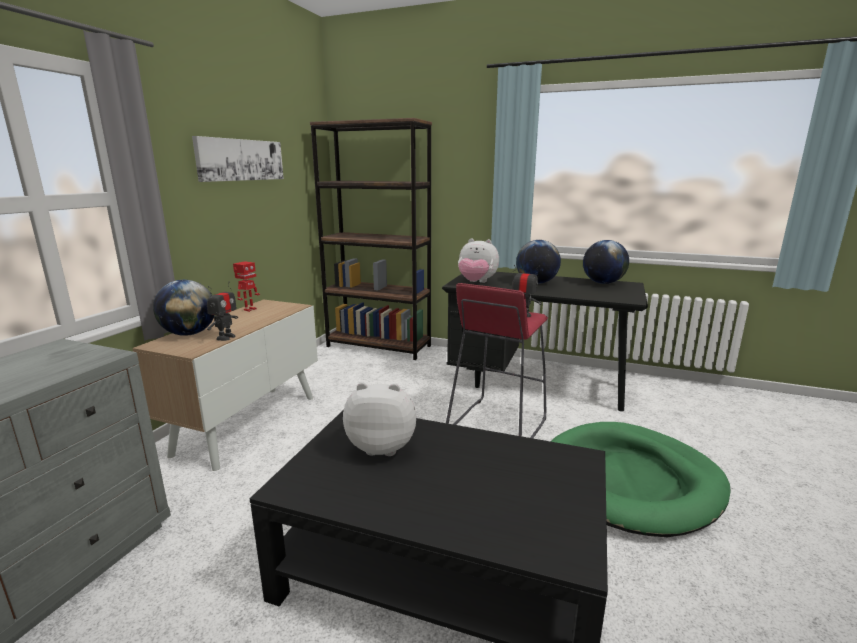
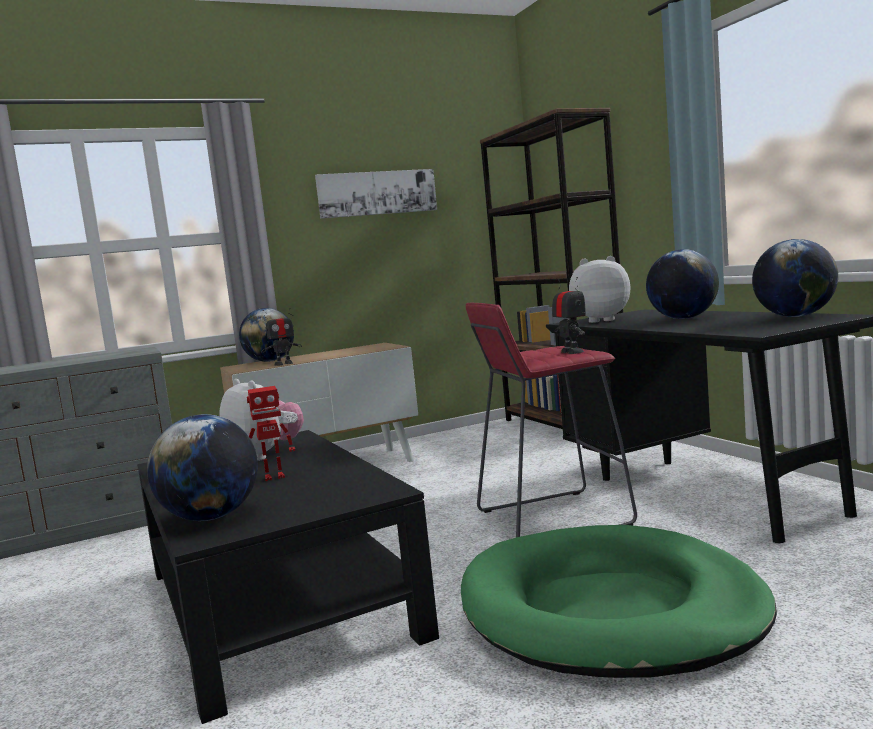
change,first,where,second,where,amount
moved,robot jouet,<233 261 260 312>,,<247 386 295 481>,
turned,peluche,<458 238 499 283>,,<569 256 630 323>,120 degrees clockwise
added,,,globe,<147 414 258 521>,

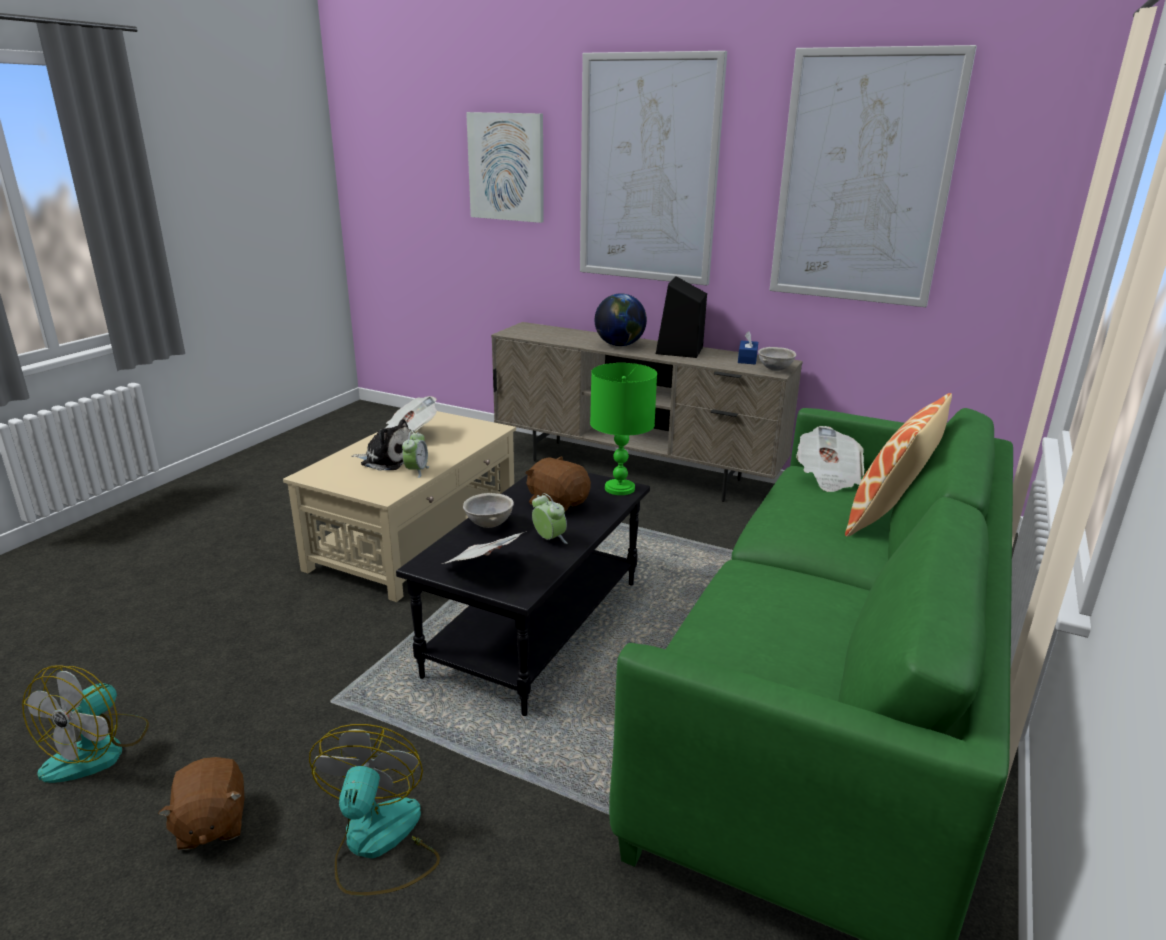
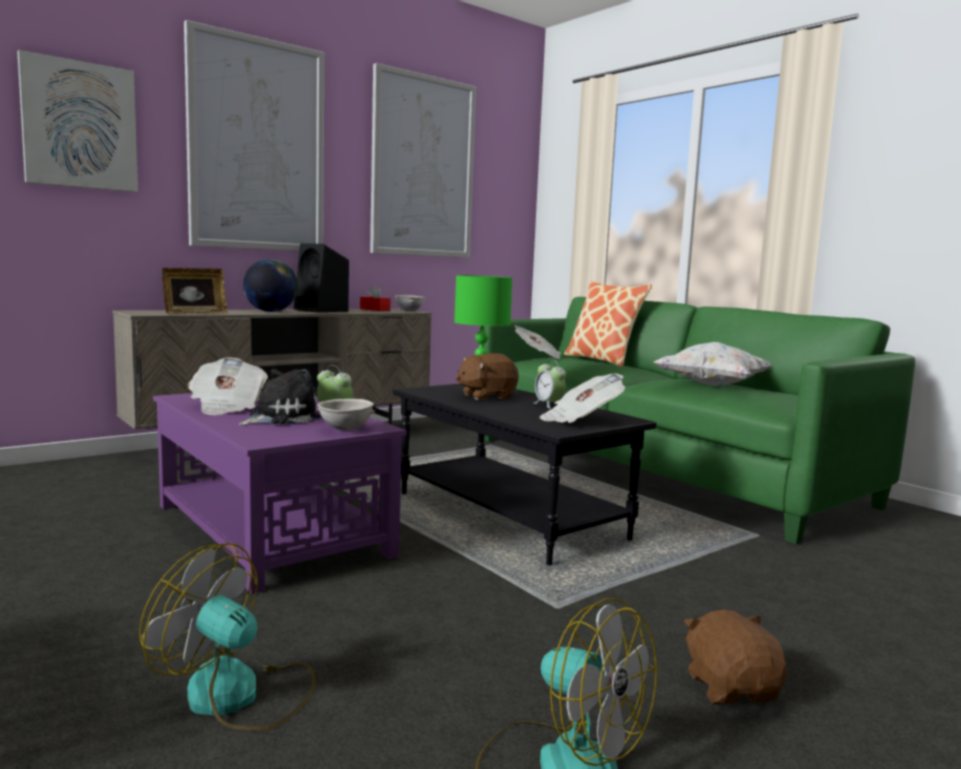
change,first,where,second,where,amount
turned,peluche (marron),<158 757 244 850>,,<684 610 787 705>,105 degrees counterclockwise
recoloured,table basse (beige),<283 411 516 602>,table basse (violet),<153 393 406 594>,
moved,ventilateur,<309 724 440 896>,,<139 543 315 730>,
moved,bol (gris),<463 493 514 528>,,<317 399 375 431>,
turned,réveil,<532 493 568 544>,,<534 360 566 409>,105 degrees counterclockwise
recoloured,boîte à mouchoirs (bleu),<738 331 758 364>,boîte à mouchoirs (rouge),<360 285 390 311>,
added,,,cadre photo,<162 268 228 314>,
added,,,coussin (blanc),<653 342 772 386>,

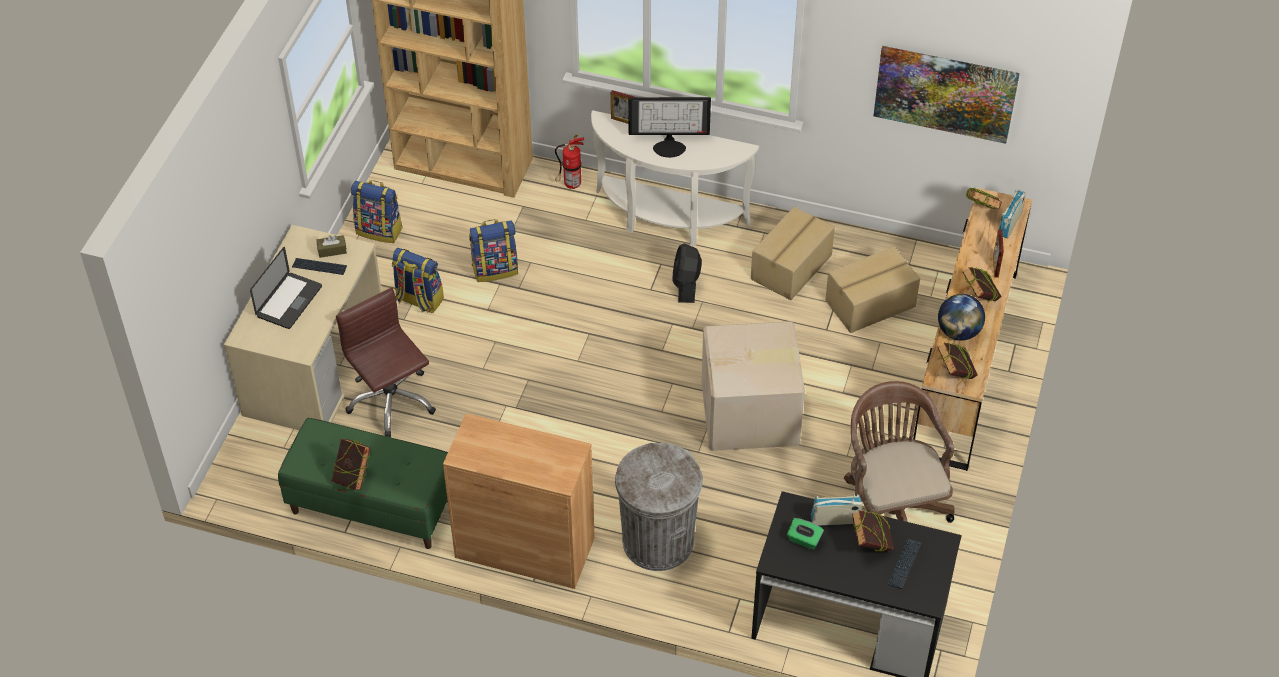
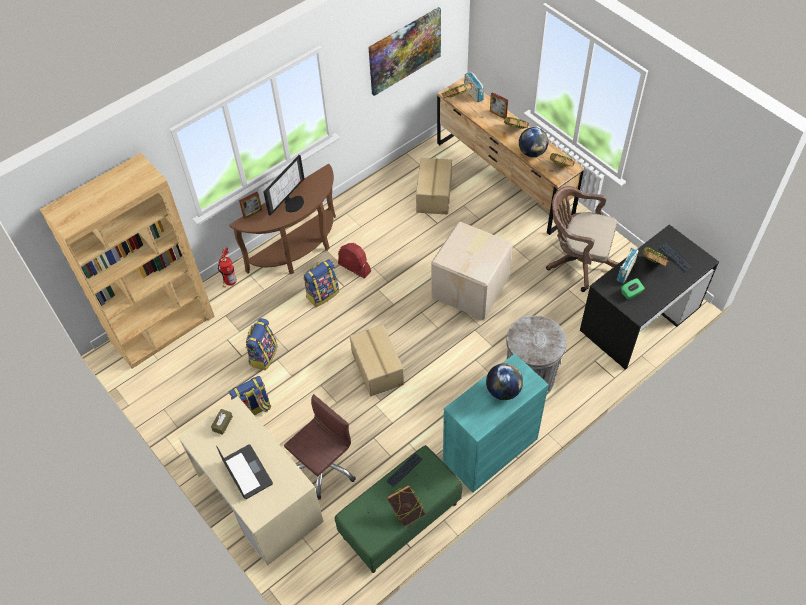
change,first,where,second,where,amount
moved,clavier,<292 258 347 275>,,<387 453 423 487>,
turned,chaise de bureau (marron),<336 288 436 437>,,<284 394 356 500>,135 degrees clockwise
moved,sac à dos,<351 180 403 243>,,<303 259 339 307>,
recoloured,meuble de rangement (marron),<443 413 595 589>,meuble de rangement (turquoise),<443 353 549 492>,
recoloured,table console (blanc),<591 110 759 246>,table console (marron),<229 164 336 274>,
recoloured,ventilateur (noir),<673 243 702 303>,ventilateur (rouge),<338 243 371 278>,
moved,carton,<751 206 835 300>,,<350 325 404 396>,
added,,,globe,<486 363 523 400>,

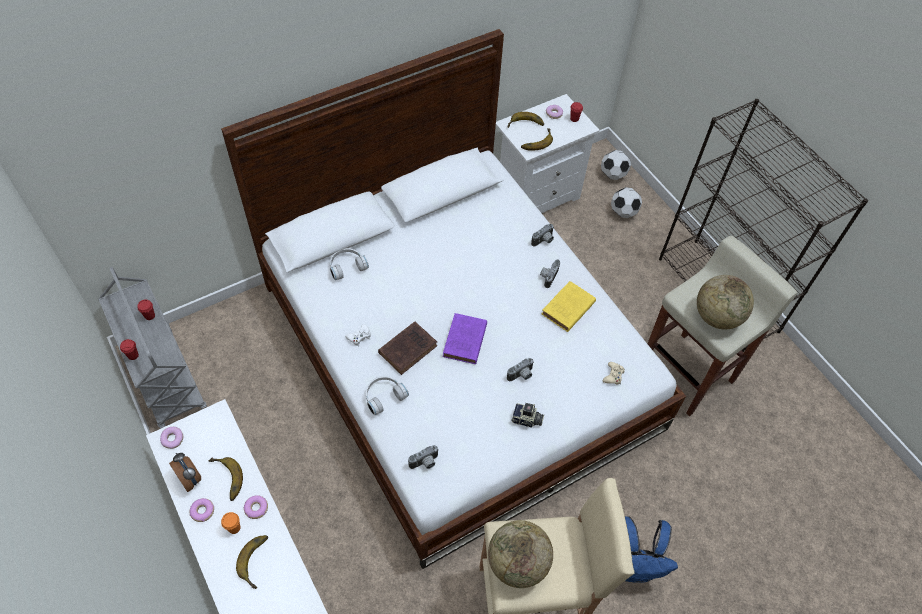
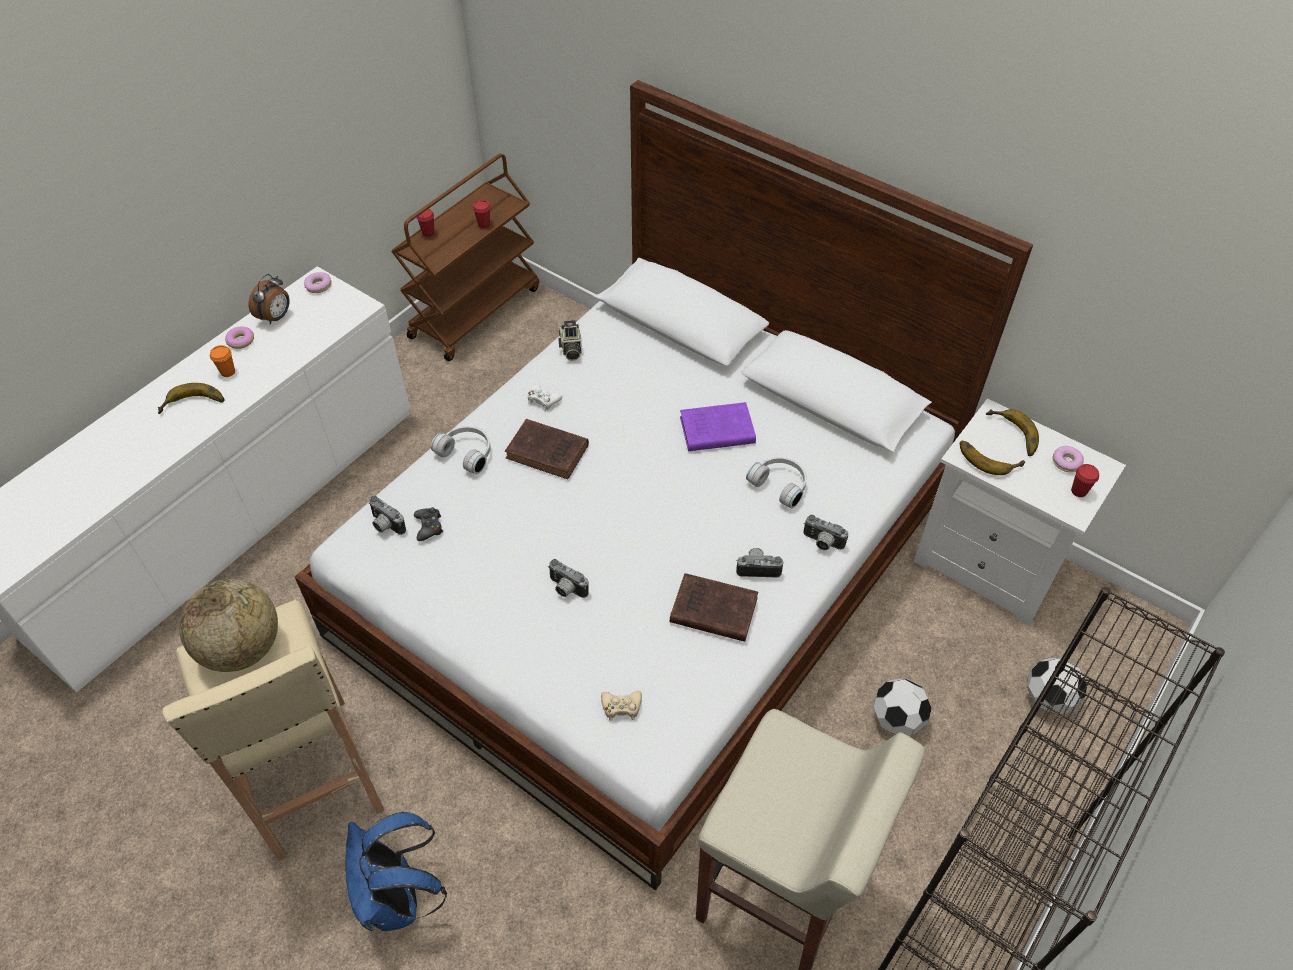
change,first,where,second,where,amount
recoloured,chariot (gris),<98 267 207 429>,chariot (marron),<391 153 539 361>,
removed,banane,<209 457 243 501>,,,
removed,beignet,<244 495 268 519>,,,
moved,casque audio (blanc),<330 248 369 280>,,<746 457 807 508>,
moved,livre (violet),<443 313 487 364>,,<680 402 756 451>,
moved,appareil photo,<512 403 544 428>,,<558 320 582 361>,
recoloured,livre (jaune),<541 281 596 332>,livre (marron),<670 573 758 642>,
moved,ballon de foot,<601 150 631 180>,,<873 678 932 736>,
removed,globe,<697 275 754 329>,,,
added,,,manette (noir),<414 507 443 541>,

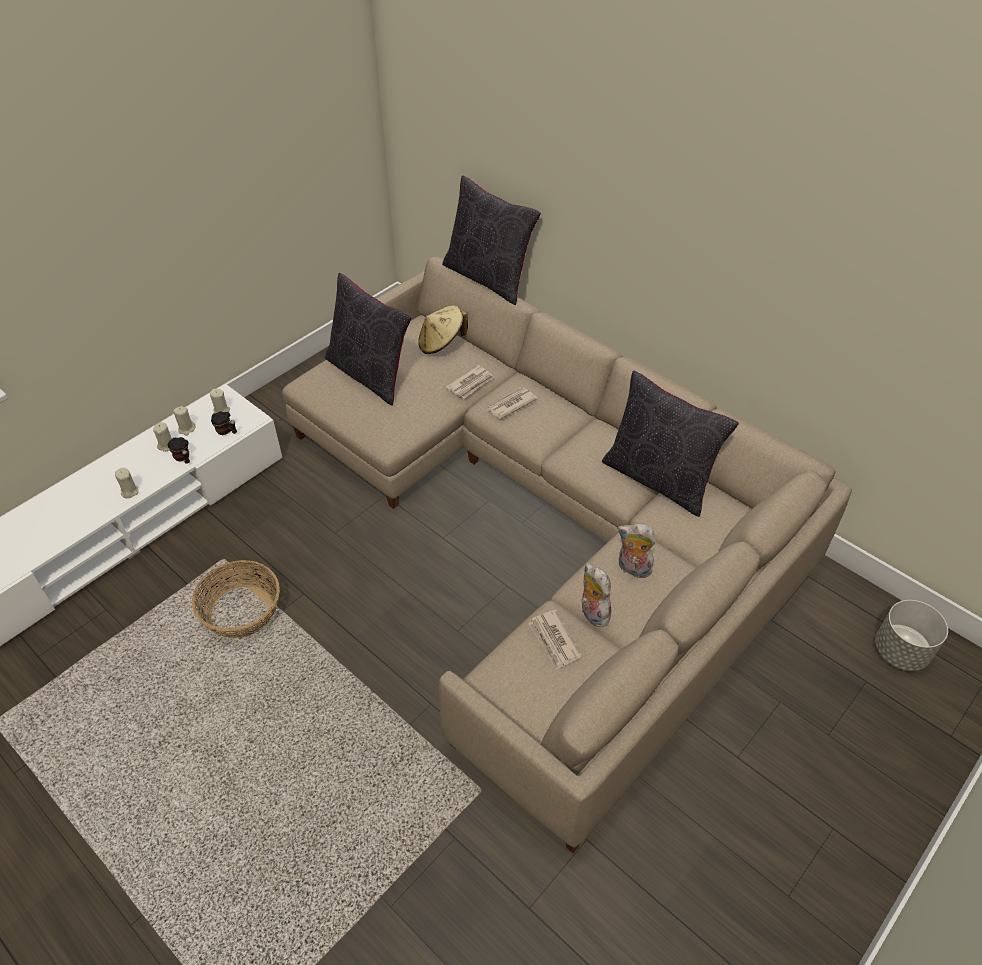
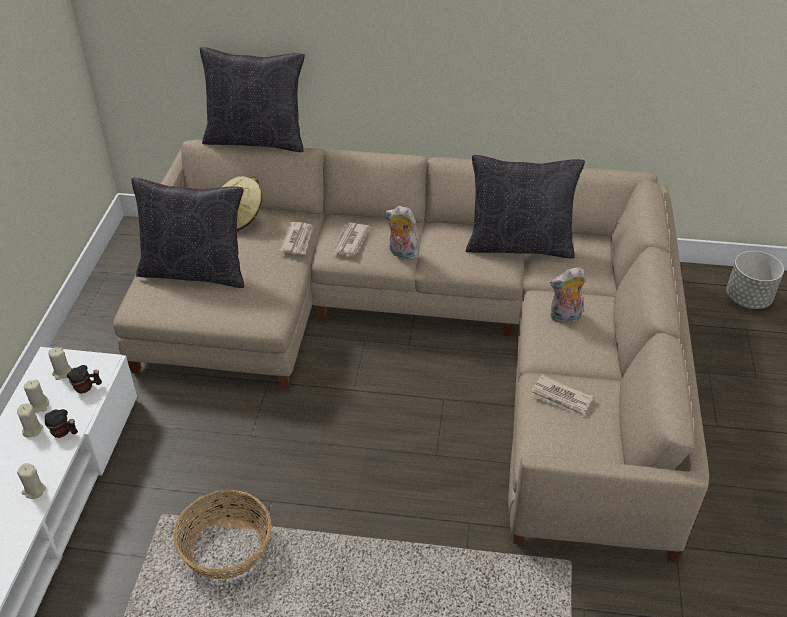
change,first,where,second,where,amount
moved,peluche,<581 563 611 627>,,<385 206 418 260>,

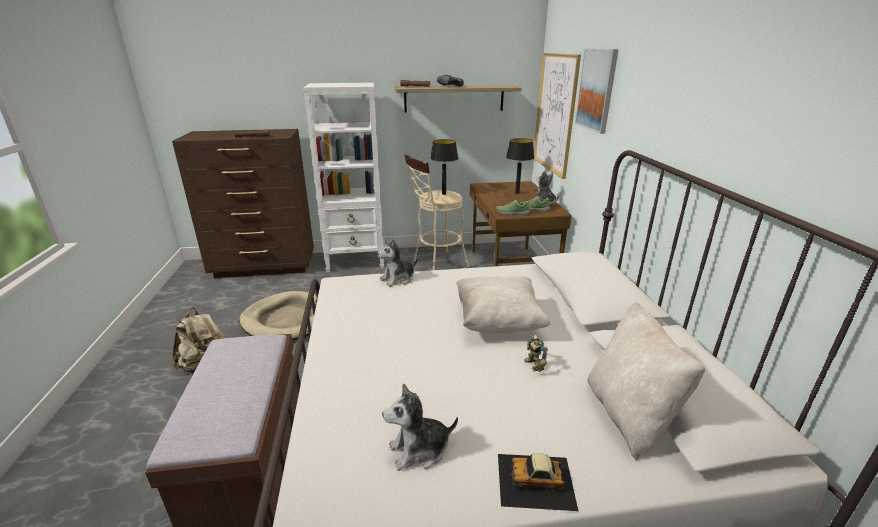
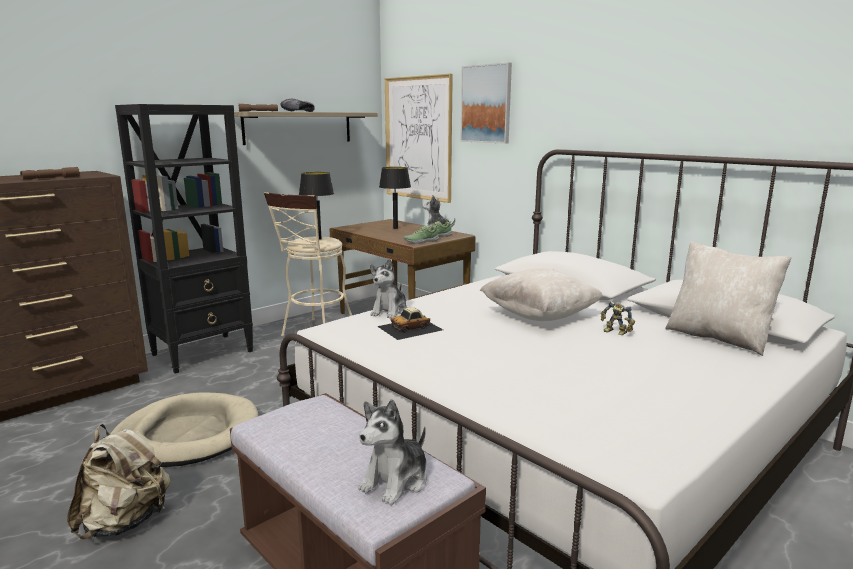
change,first,where,second,where,amount
recoloured,bibliothèque (blanc),<303 83 384 272>,bibliothèque (noir),<115 104 254 374>,
moved,peluche,<382 383 458 471>,,<358 399 427 505>,
moved,petite voiture,<498 453 578 511>,,<377 307 443 340>,

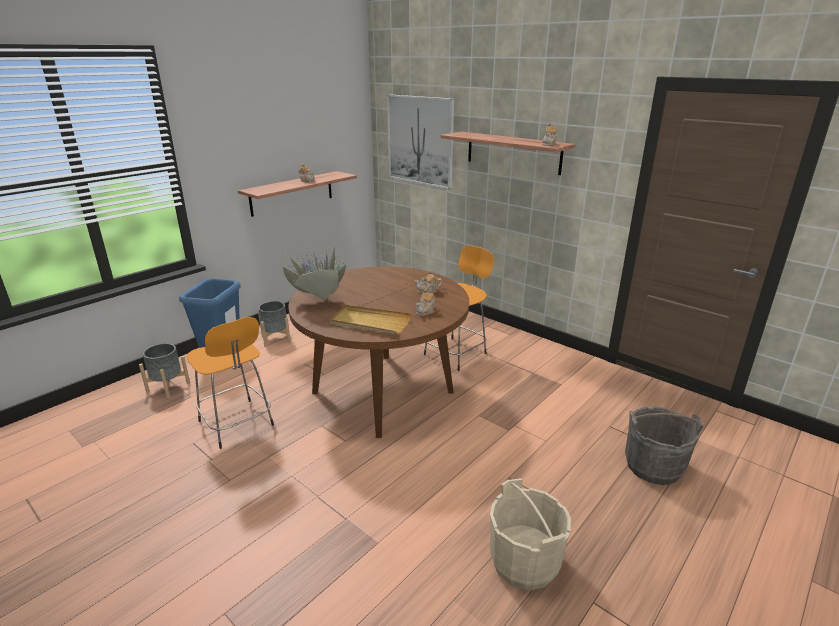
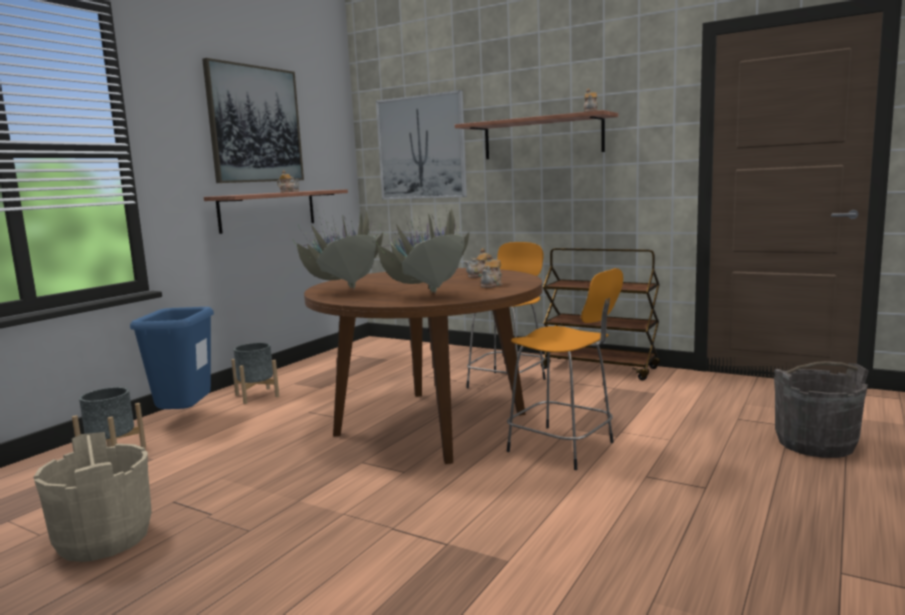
change,first,where,second,where,amount
moved,tabouret (orange),<187 317 274 449>,,<507 268 623 470>,
replaced,plateau (beige),<329 305 412 334>,plante en pot,<376 194 472 293>,
moved,seau (beige),<490 478 571 590>,,<34 432 152 562>,
added,,,tableau,<202 58 304 183>,
added,,,chariot (marron),<541 248 660 380>,

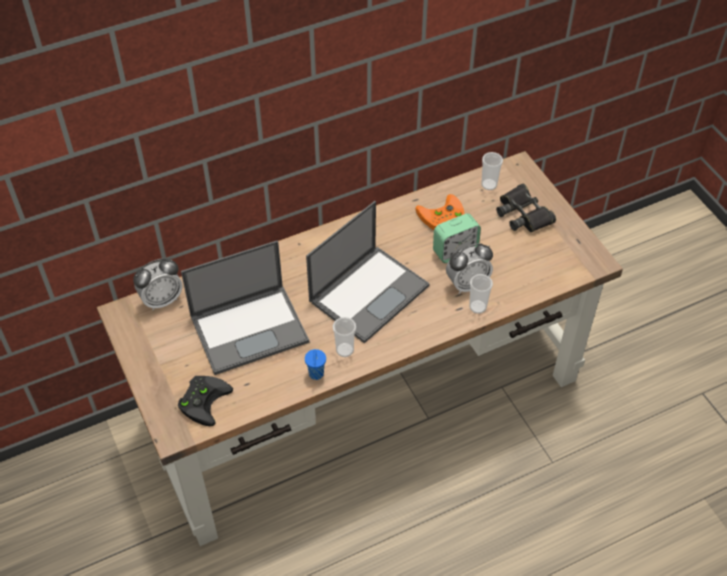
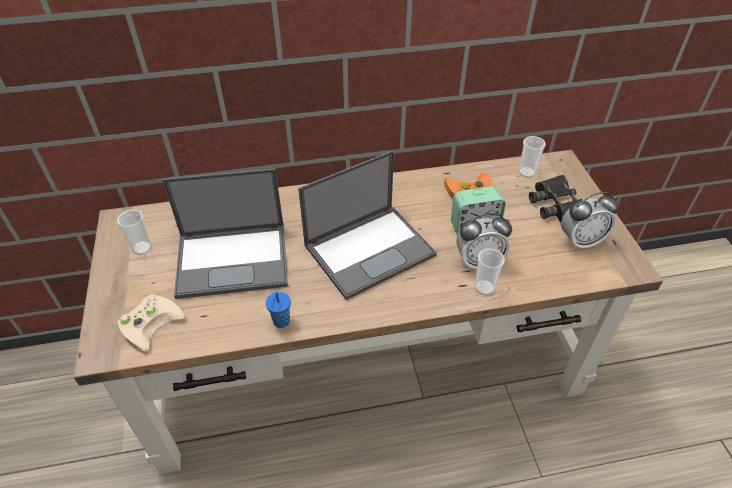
change,first,where,second,where,amount
moved,réveil,<133 259 182 311>,,<561 192 619 250>,
recoloured,manette (noir),<178 376 233 426>,manette (beige),<117 294 186 353>,
moved,tasse,<333 317 356 357>,,<117 209 151 255>,

